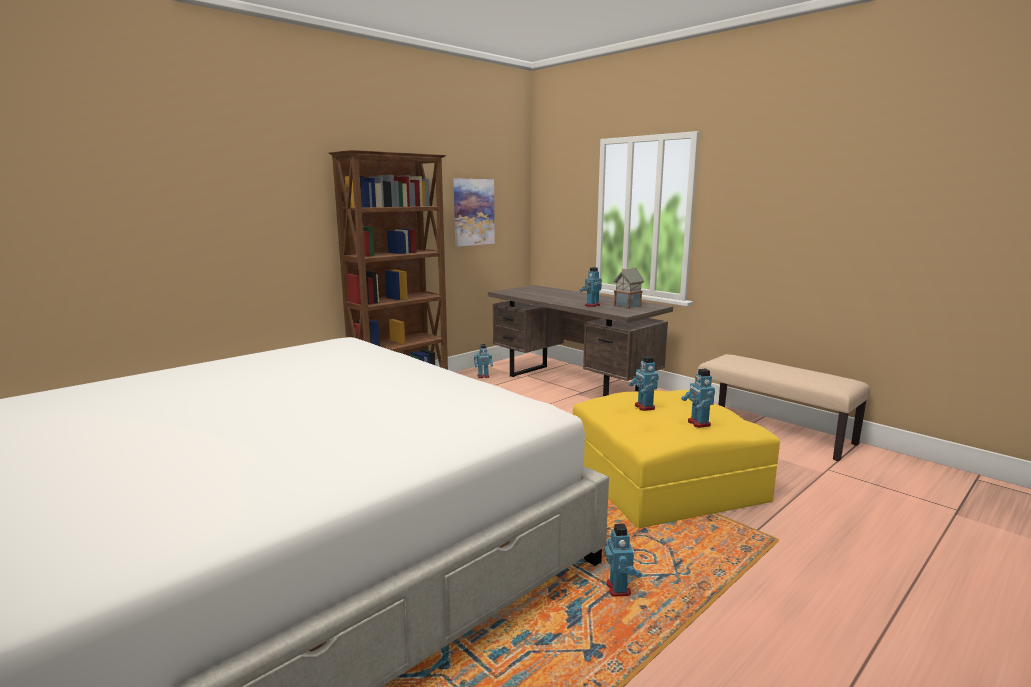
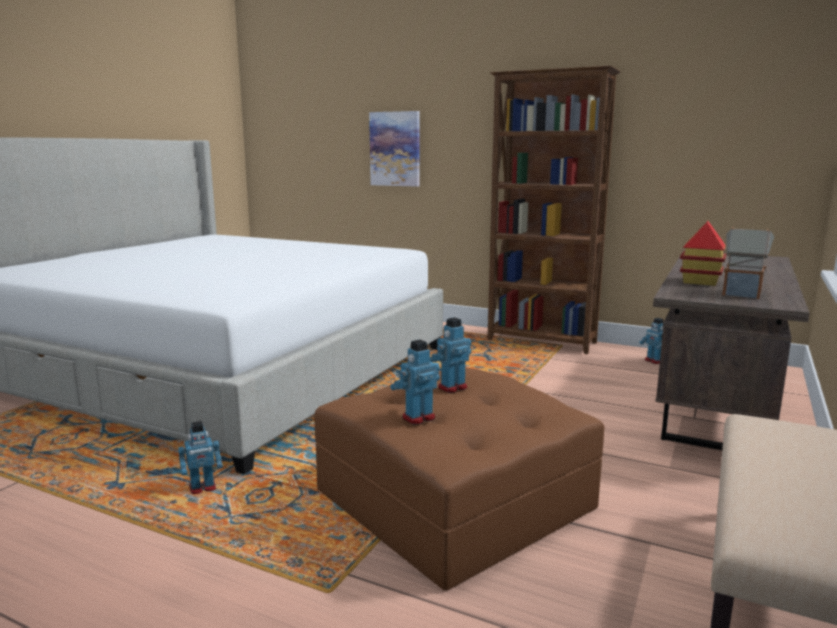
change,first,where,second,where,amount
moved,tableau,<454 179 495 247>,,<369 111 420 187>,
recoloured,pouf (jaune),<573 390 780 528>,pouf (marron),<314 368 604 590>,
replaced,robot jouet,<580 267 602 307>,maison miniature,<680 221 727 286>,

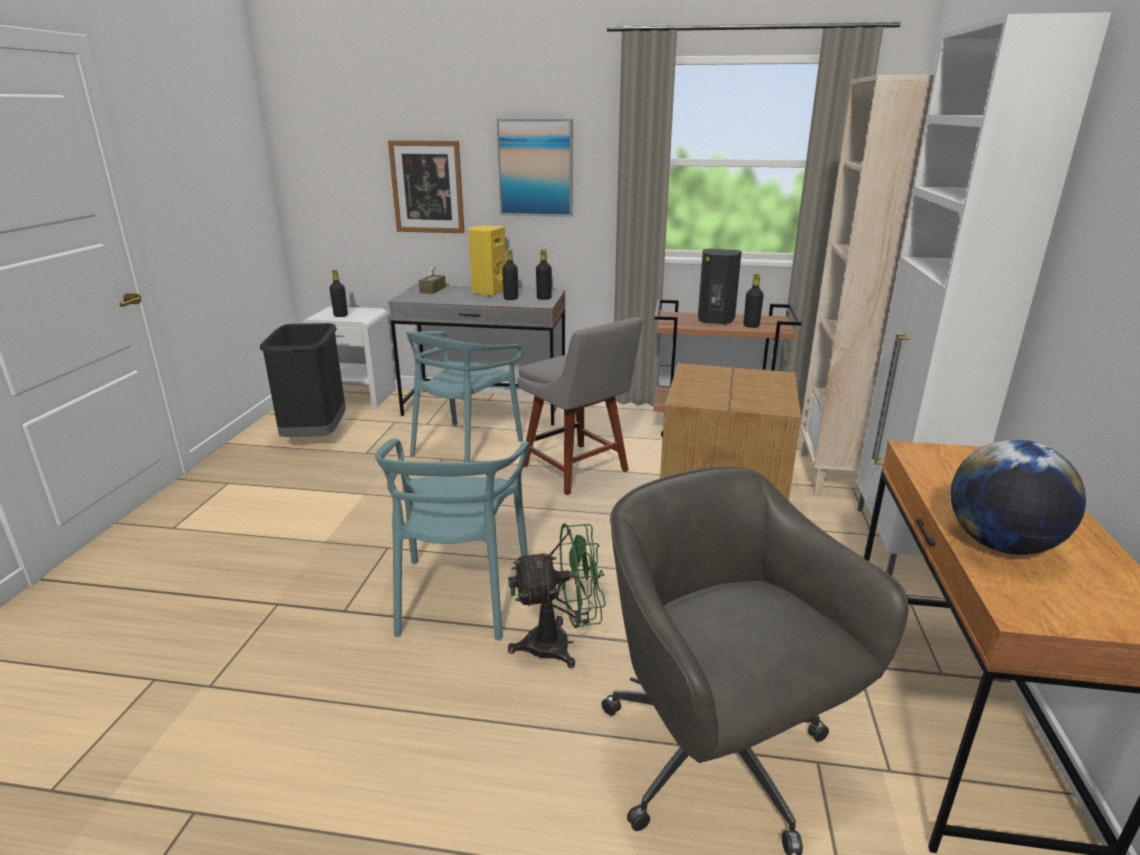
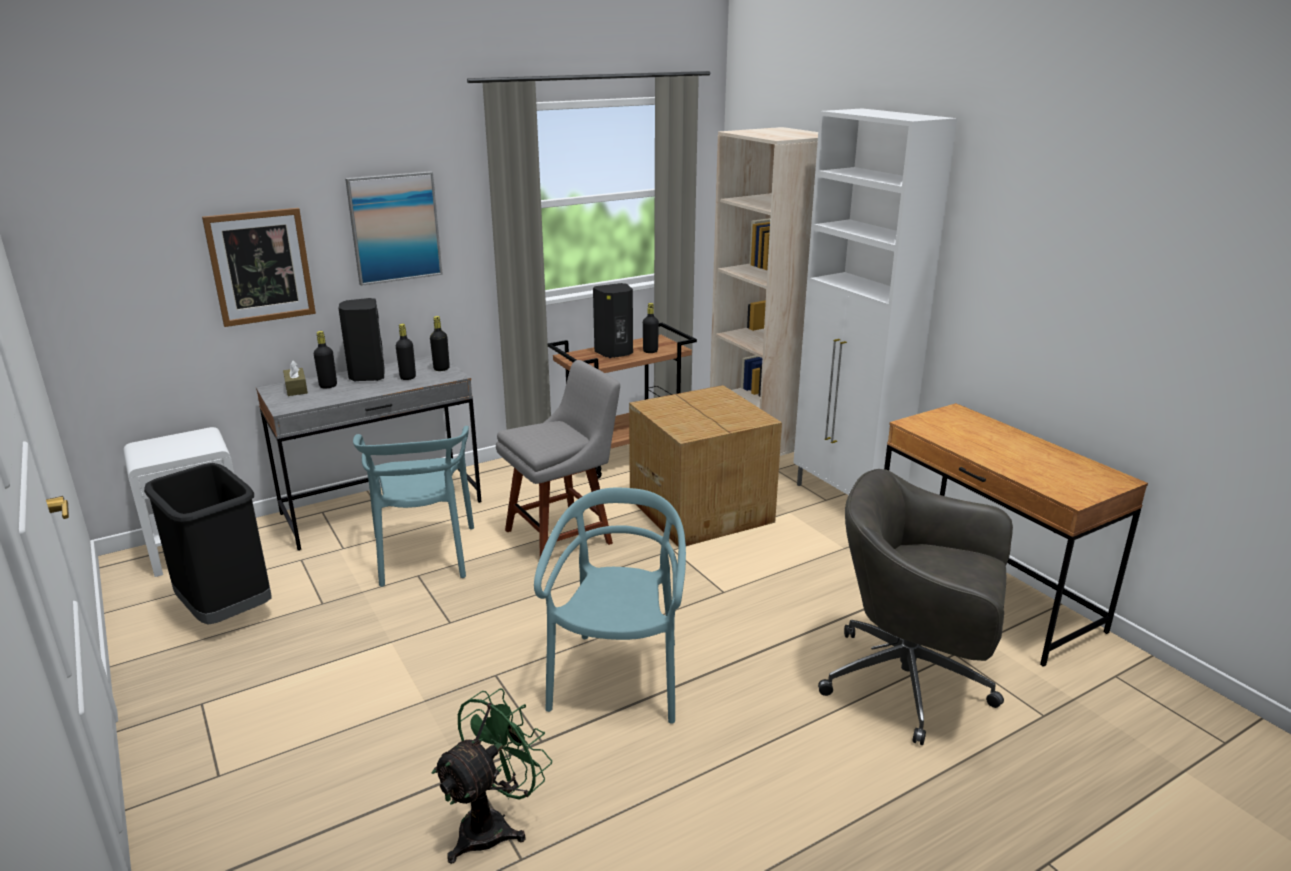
change,first,where,second,where,amount
moved,bouteille (noir),<329 270 348 317>,,<314 331 337 388>,
turned,chaise (turquoise),<375 439 529 640>,,<534 488 686 724>,135 degrees counterclockwise
recoloured,enceinte (jaune),<468 225 506 296>,enceinte (noir),<338 298 385 381>,
moved,ventilateur (vert),<508 523 606 668>,,<431 688 552 864>,
turned,chaise (gris),<517 317 643 495>,,<496 360 620 557>,45 degrees counterclockwise
removed,globe,<950 440 1086 555>,,,

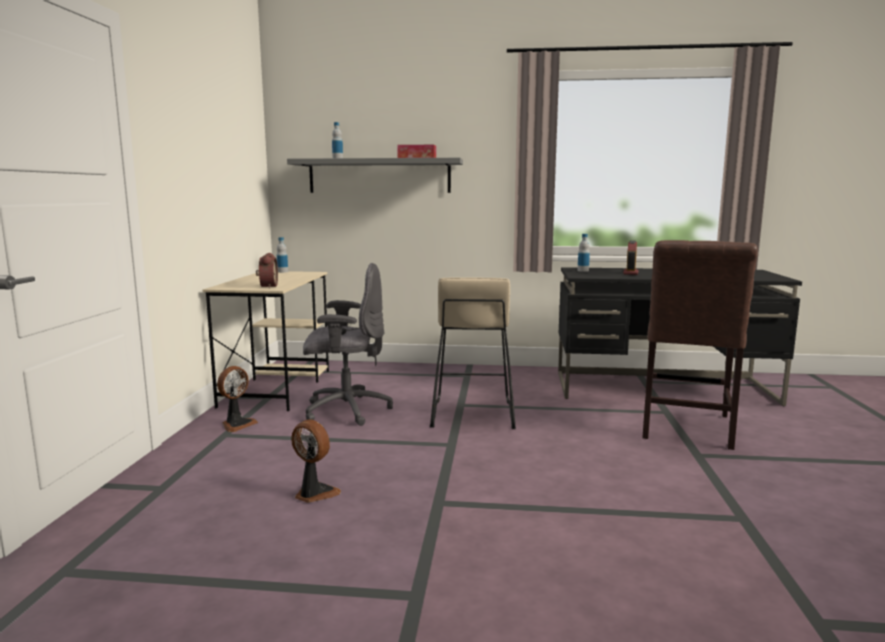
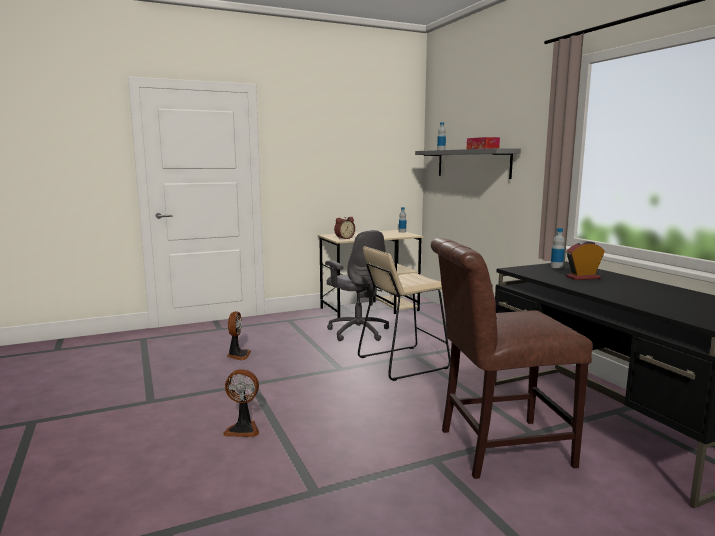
change,first,where,second,where,amount
moved,ventilateur,<217 366 258 432>,,<223 369 259 437>,

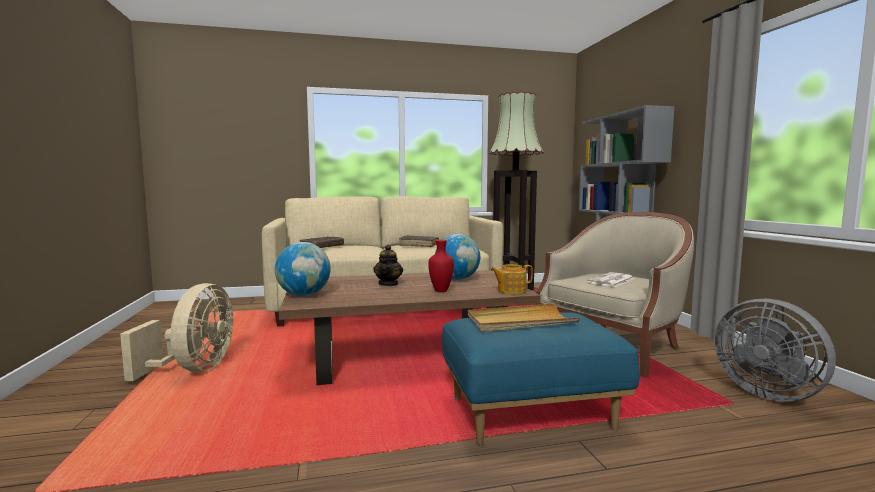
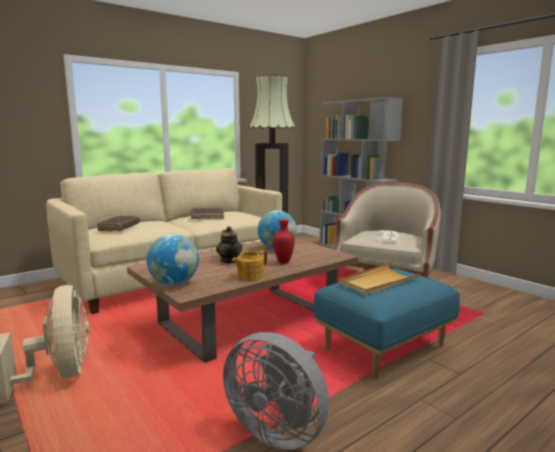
change,first,where,second,where,amount
moved,théière,<491 264 533 294>,,<232 250 267 281>,
moved,ventilateur (gris),<714 299 836 402>,,<223 332 329 450>,

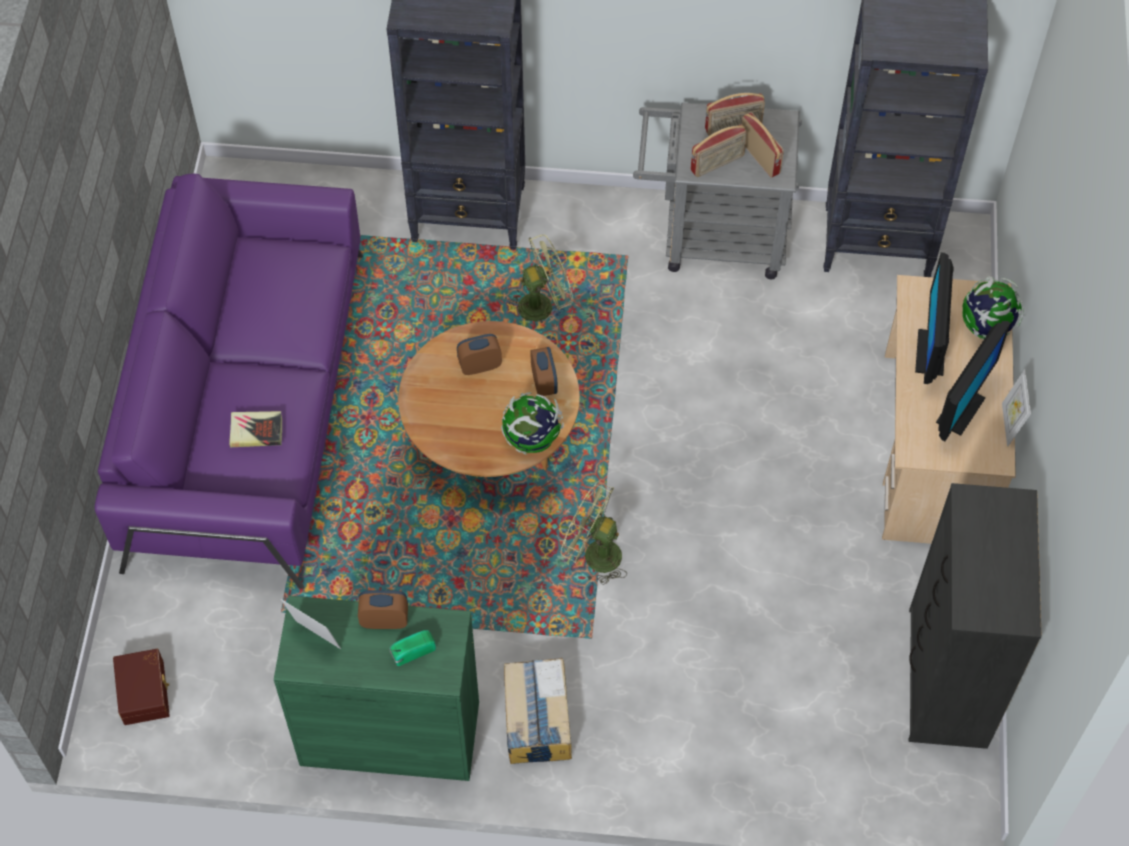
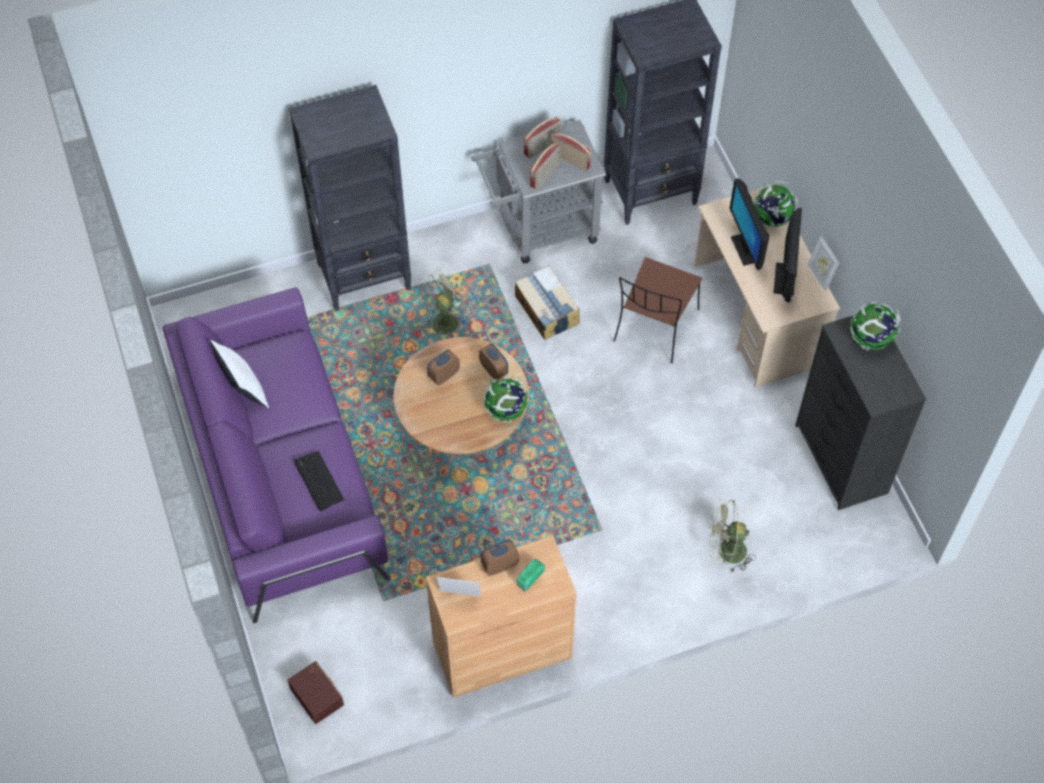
change,first,where,second,where,amount
replaced,livre,<229 411 282 447>,clavier,<294 451 344 512>,
recoloured,meuble de rangement (vert),<274 596 479 781>,meuble de rangement (marron),<426 535 577 698>,
moved,carton,<504 658 572 764>,,<515 265 580 340>,
moved,ventilateur (vert),<561 481 627 585>,,<709 500 756 573>,
added,,,coussin (blanc),<210 340 269 408>,
added,,,chaise (marron),<614 257 702 363>,
added,,,globe,<851 302 901 350>,

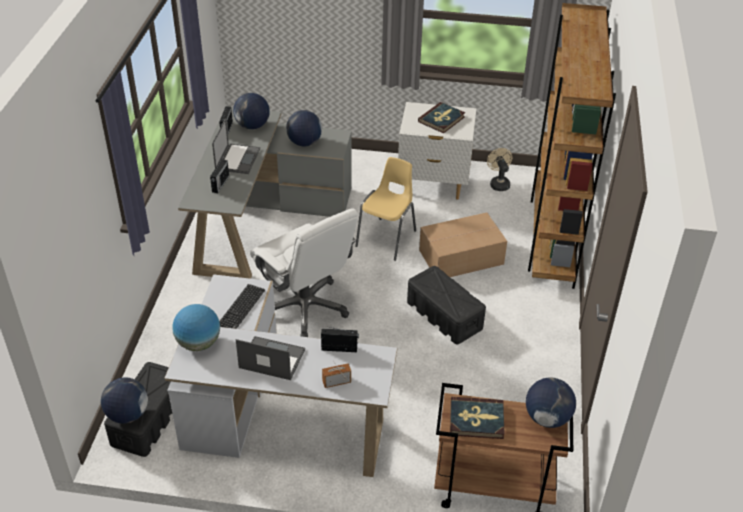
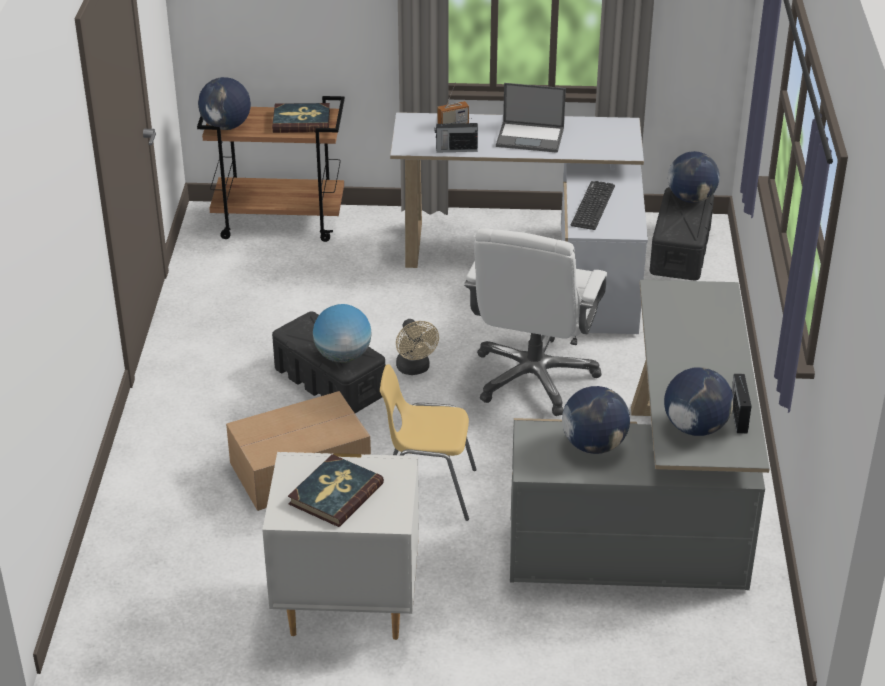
change,first,where,second,where,amount
moved,globe,<172 304 220 351>,,<313 304 372 363>,
removed,radio,<210 158 229 193>,,,
removed,ordinateur portable,<212 118 260 174>,,,
turned,chaise de bureau (blanc),<250 208 358 337>,,<464 228 607 416>,120 degrees counterclockwise
turned,chaise (jaune),<355 157 416 261>,,<380 364 477 521>,75 degrees clockwise
moved,ventilateur (beige),<487 148 512 191>,,<396 319 439 375>,
removed,bibliothèque (marron),<528 3 616 289>,,,

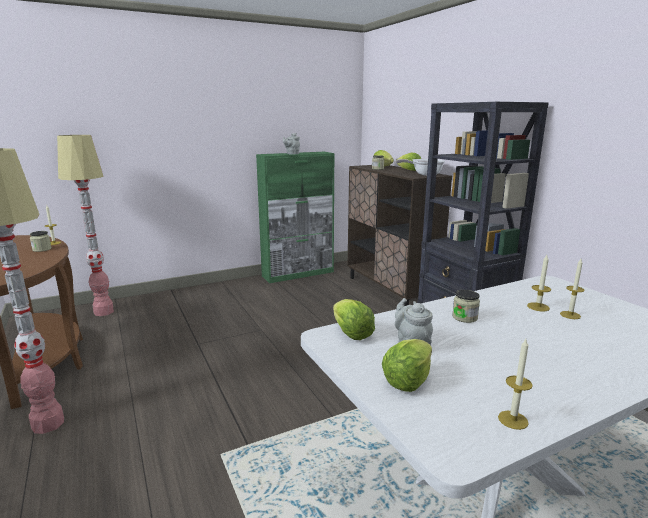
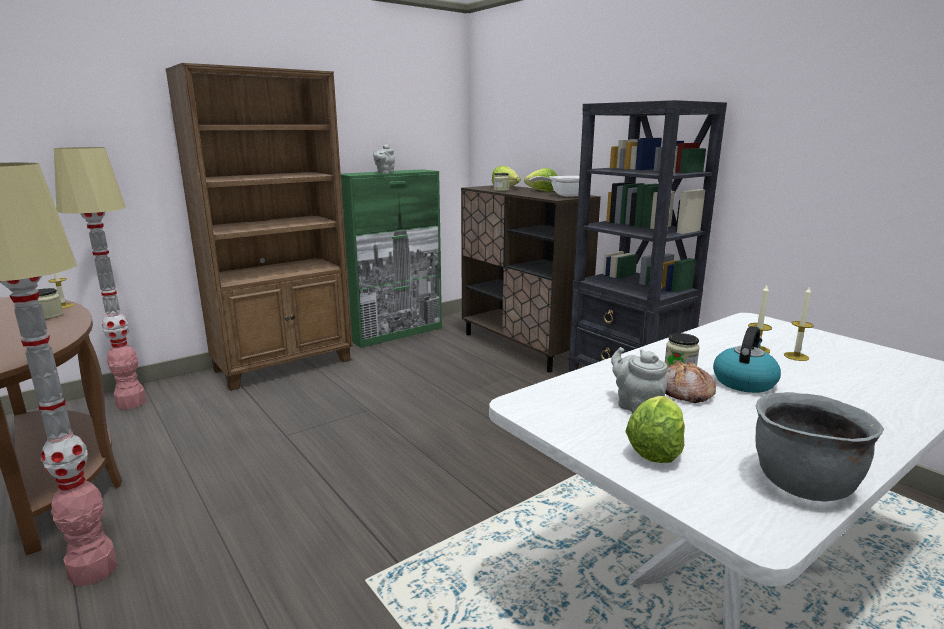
change,first,where,second,where,amount
removed,laitue,<333 299 375 340>,,,
replaced,bougie,<498 339 533 430>,marmite (gris),<756 392 884 502>,
added,,,bibliothèque (marron),<165 63 352 391>,
added,,,pain,<665 360 716 403>,
added,,,bouilloire,<713 326 781 393>,

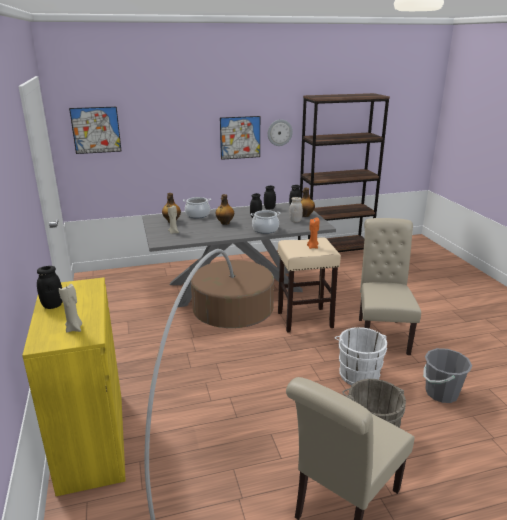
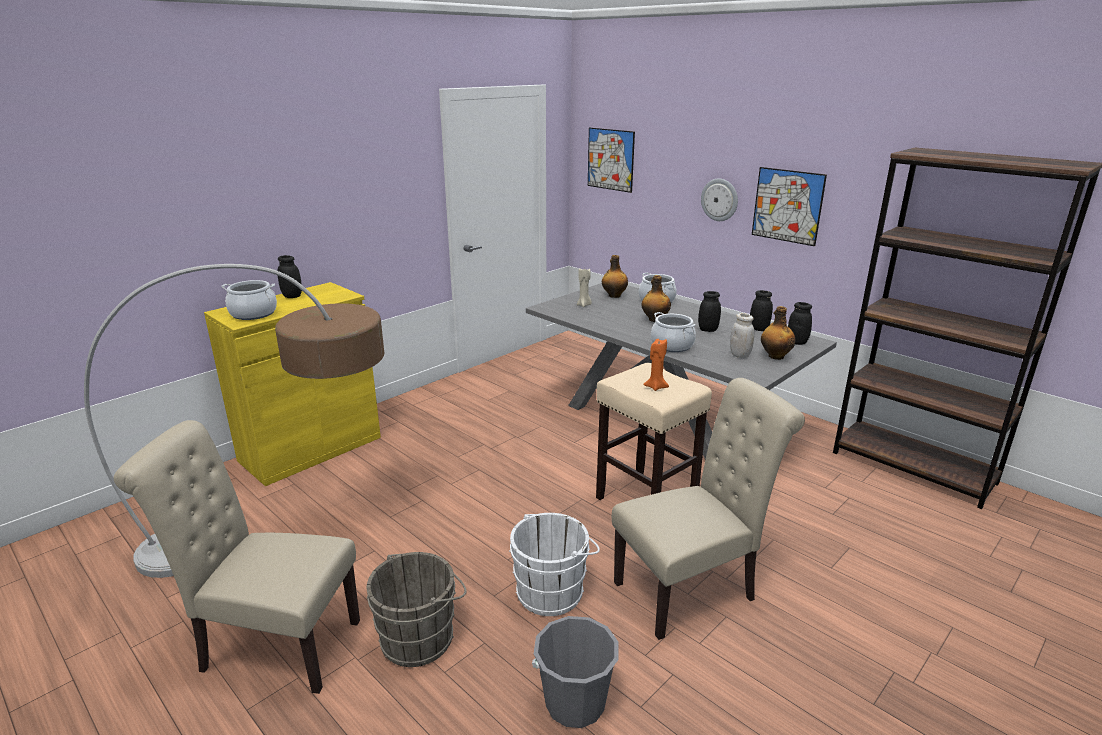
change,first,where,second,where,amount
replaced,bougie (beige),<59 284 82 333>,marmite,<221 280 277 320>,
moved,horloge murale,<268 119 293 146>,,<701 178 738 221>,

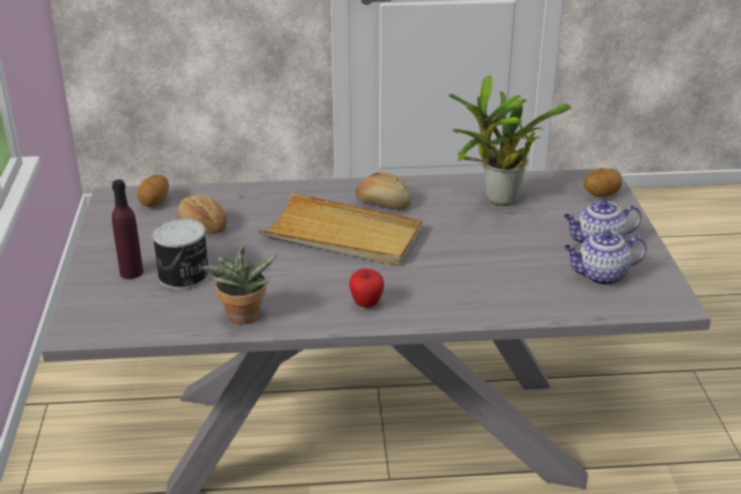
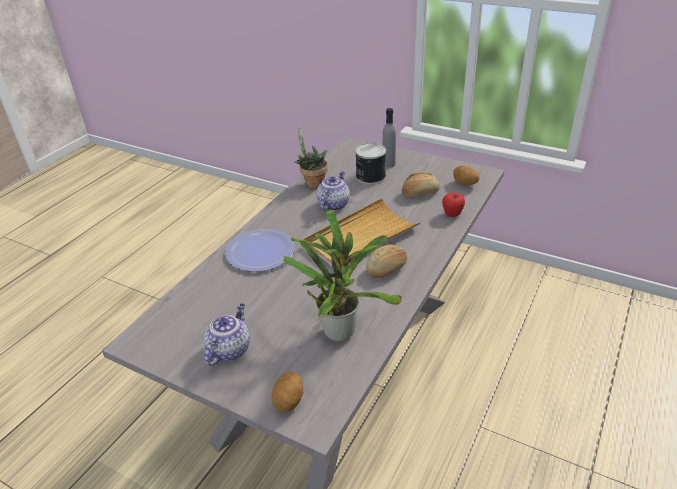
change,first,where,second,where,amount
recoloured,bouteille (violet),<112 179 143 279>,bouteille (gris),<383 108 396 167>,
moved,pomme,<349 269 384 308>,,<442 193 465 217>,
moved,théière,<564 230 647 285>,,<317 172 350 211>,
added,,,assiette,<225 229 295 272>,

